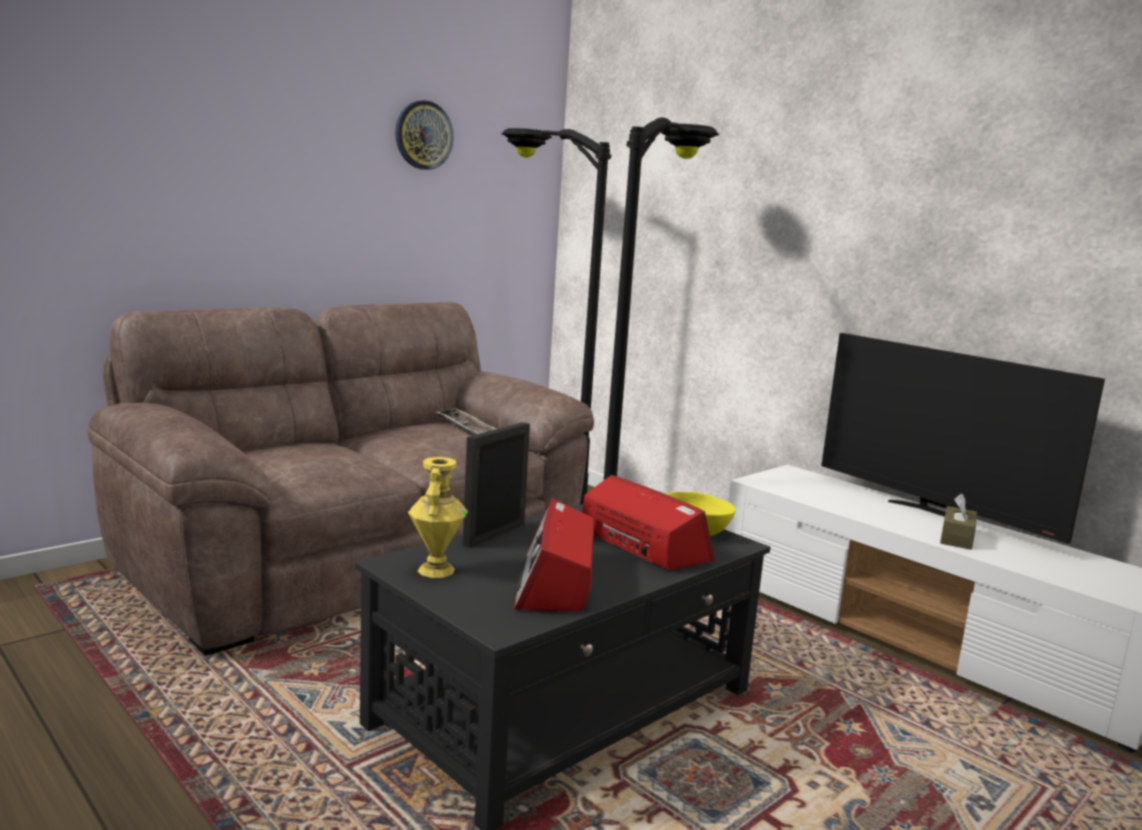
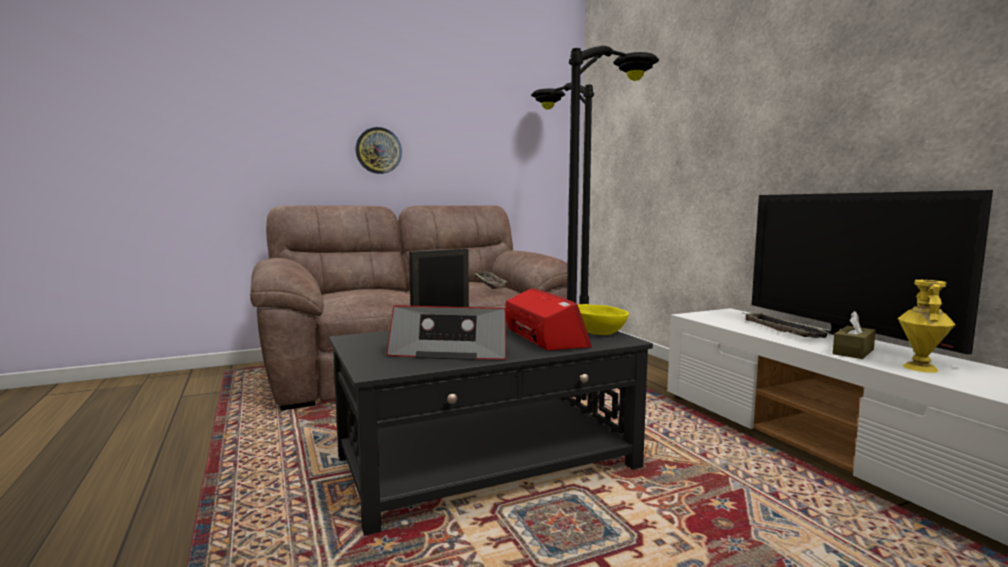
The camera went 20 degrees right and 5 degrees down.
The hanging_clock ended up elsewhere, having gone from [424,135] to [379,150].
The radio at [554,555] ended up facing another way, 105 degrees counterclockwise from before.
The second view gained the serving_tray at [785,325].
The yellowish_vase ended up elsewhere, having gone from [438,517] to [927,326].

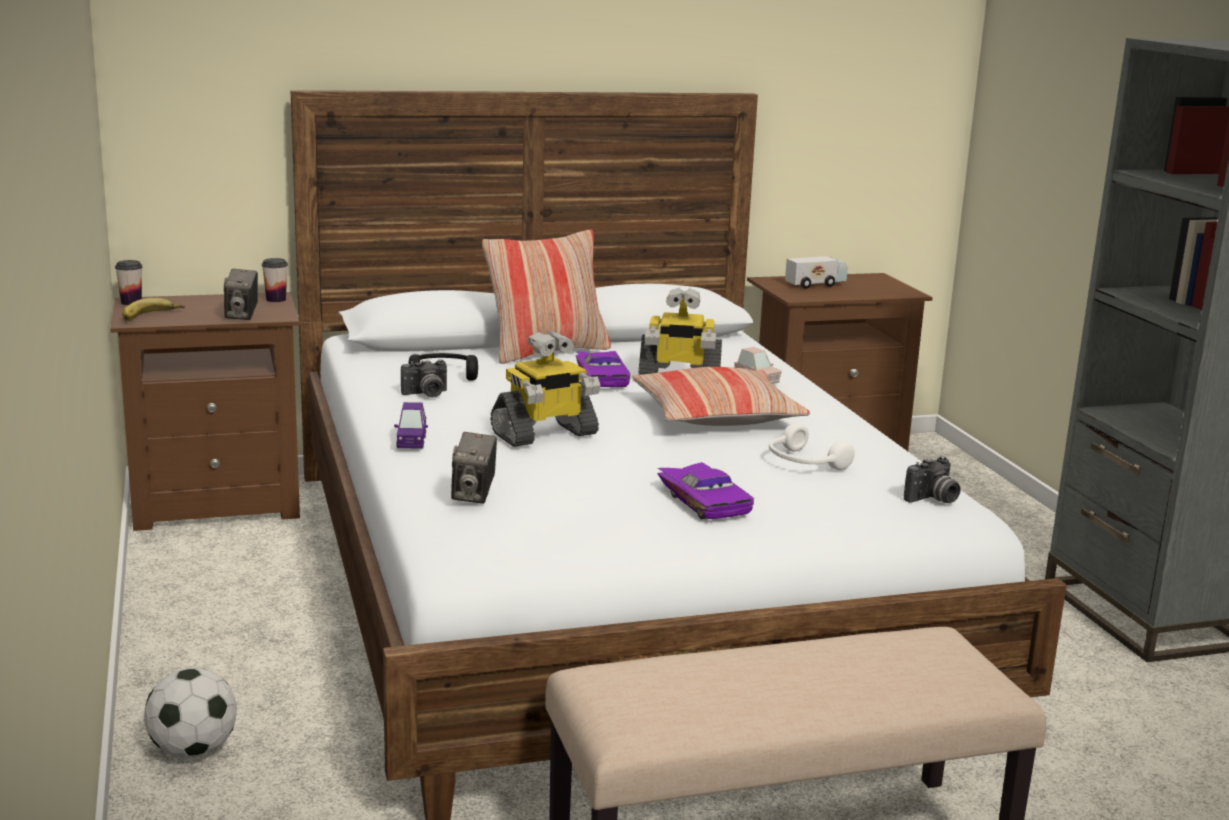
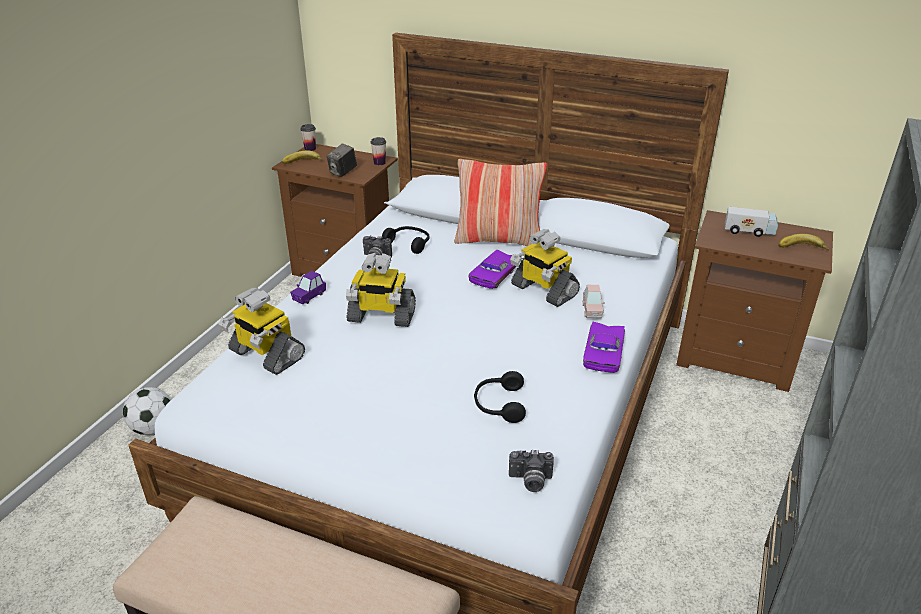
The camera went 40 degrees right and 15 degrees up.
Where the photo_camera stood at [474,468], the model_robot came to stand at [262,331].
What was the white_pair_of_headphones at [812,446] turned into the blackish_pair_of_headphones at [500,397].
The purple_miniature_car ended up elsewhere, having gone from [705,490] to [604,347].
The second view gained the banana_fruit at [803,242].
The second view lost the pillow at [721,396].

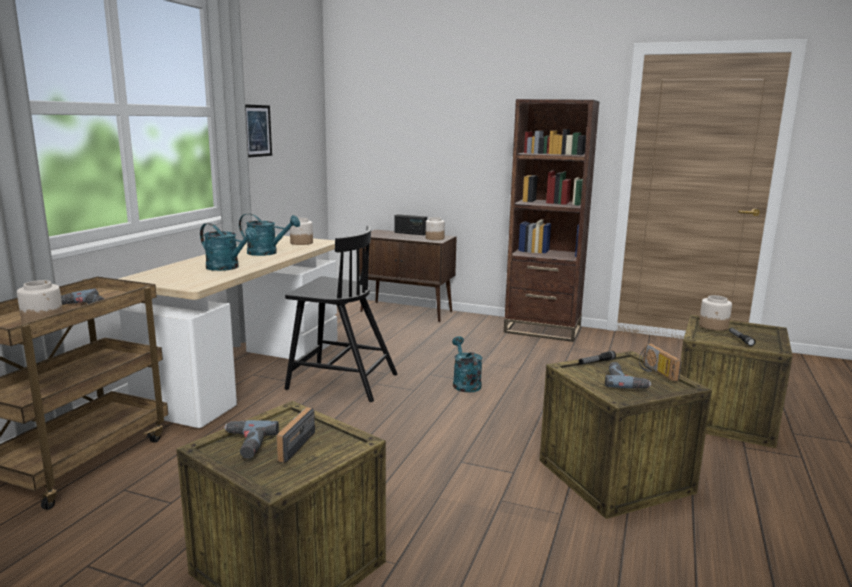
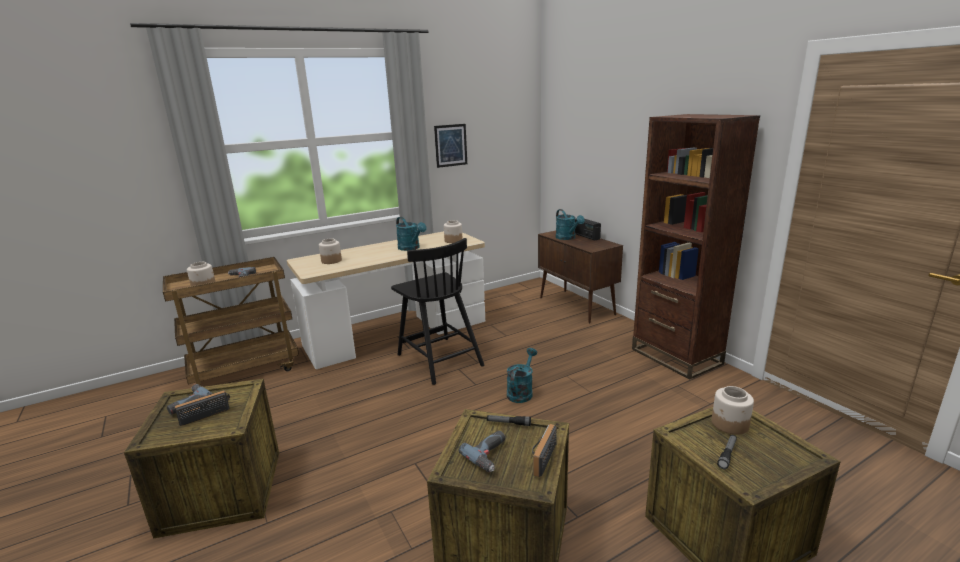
The camera went 40 degrees right and 5 degrees up.
The jar ended up elsewhere, having gone from [435,228] to [330,251].
The turquoise-coloured_watering_pot ended up elsewhere, having gone from [229,247] to [570,224].

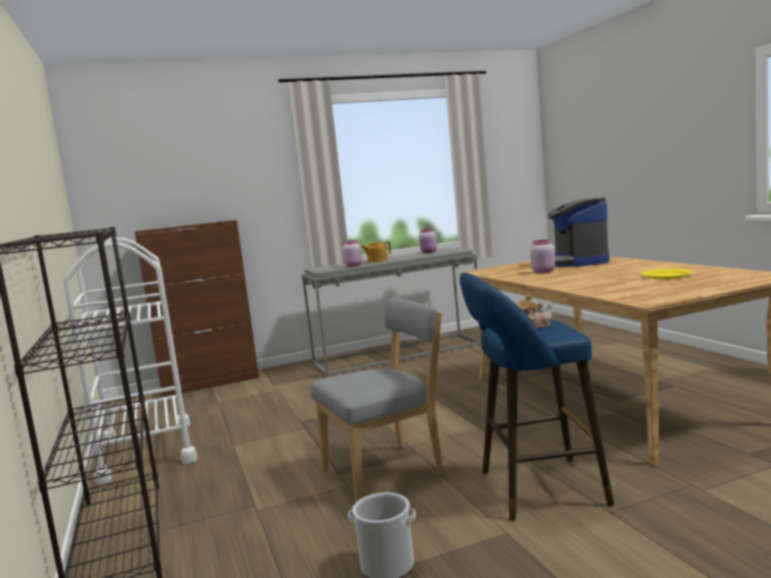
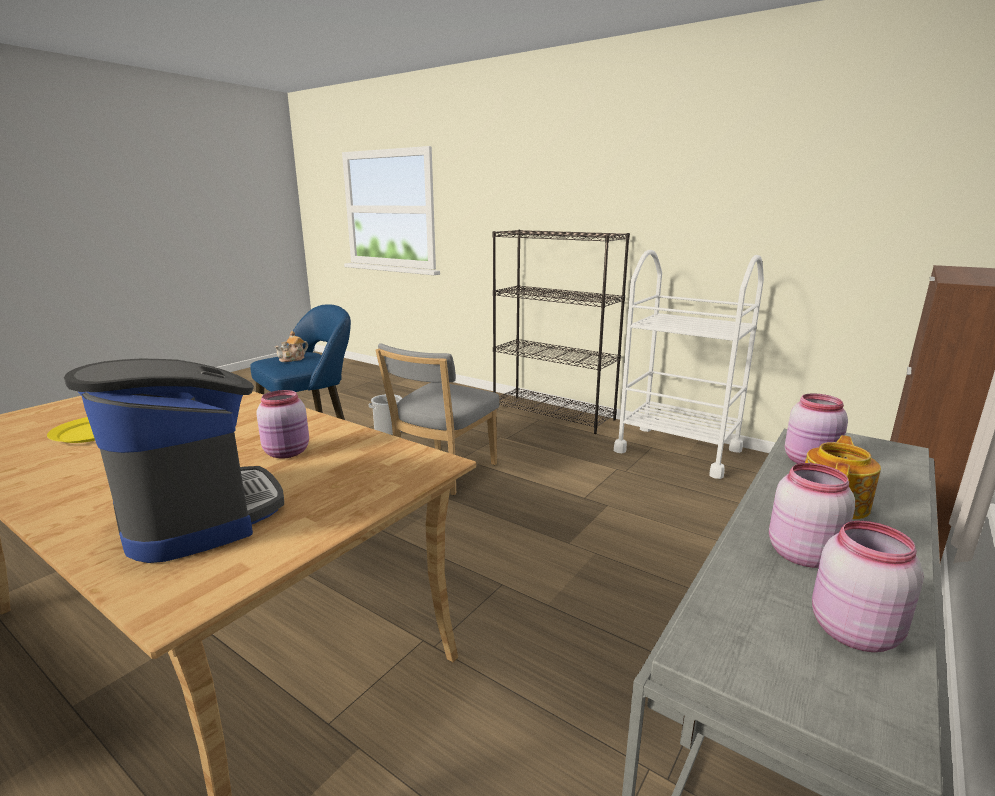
The camera went 145 degrees right and 10 degrees up.
The second view gained the pinkish_jar at [812,515].

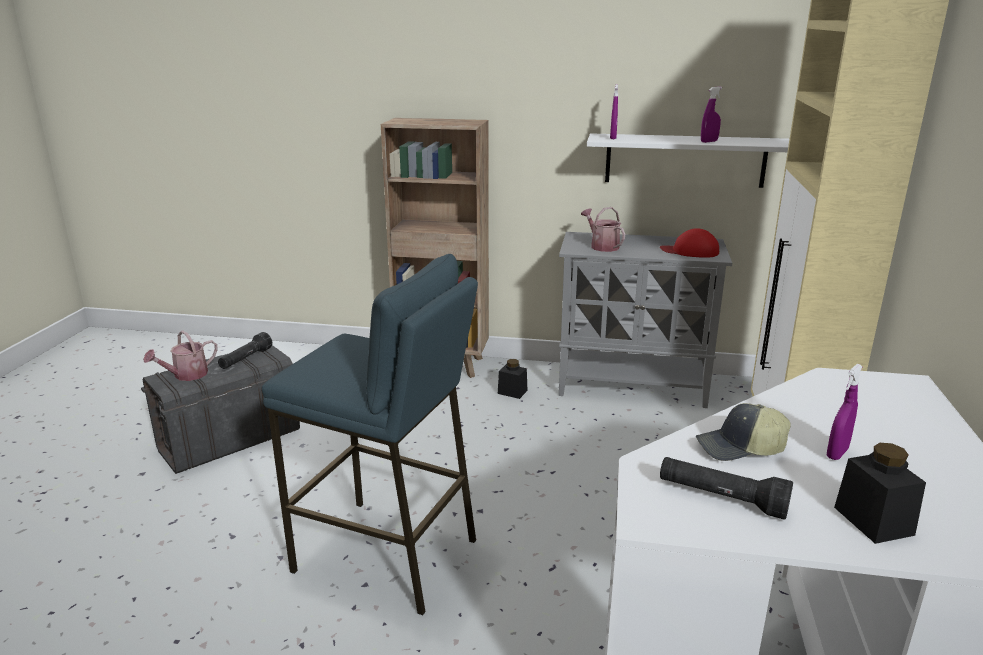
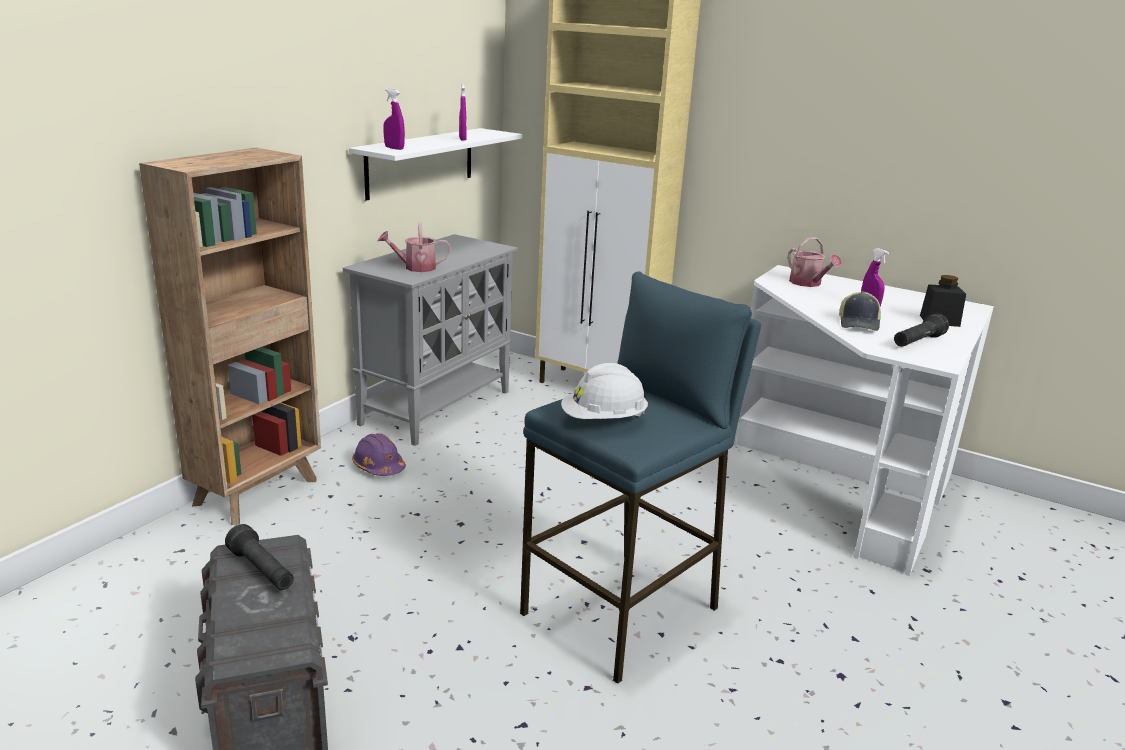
The camera went 70 degrees left and 0 degrees up.
Where the blackish_jar stood at [512,379], the purple_hard_hat came to stand at [379,454].
The second view gained the white_hard_hat at [604,391].
The watering_pot ended up elsewhere, having gone from [180,356] to [815,262].
The second view lost the red-coloured_cap at [689,243].

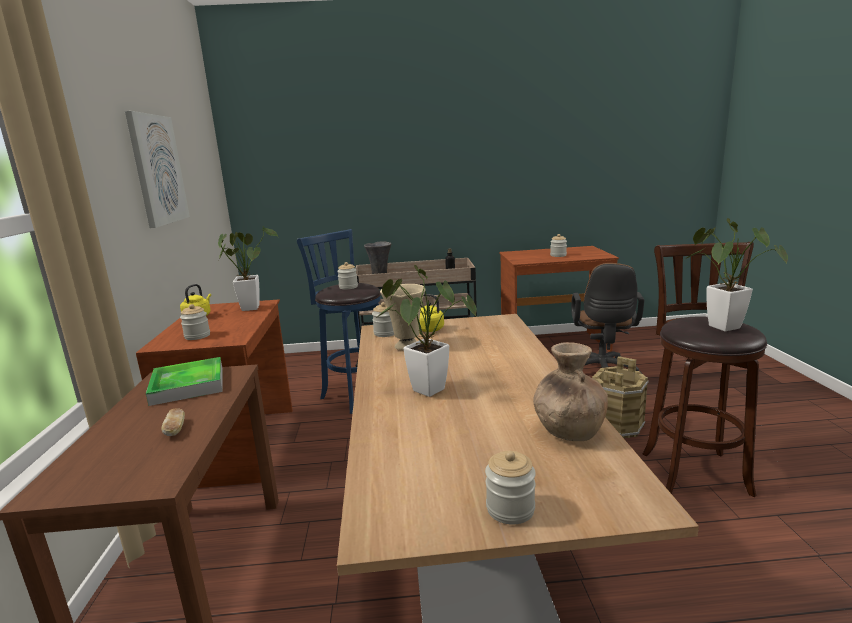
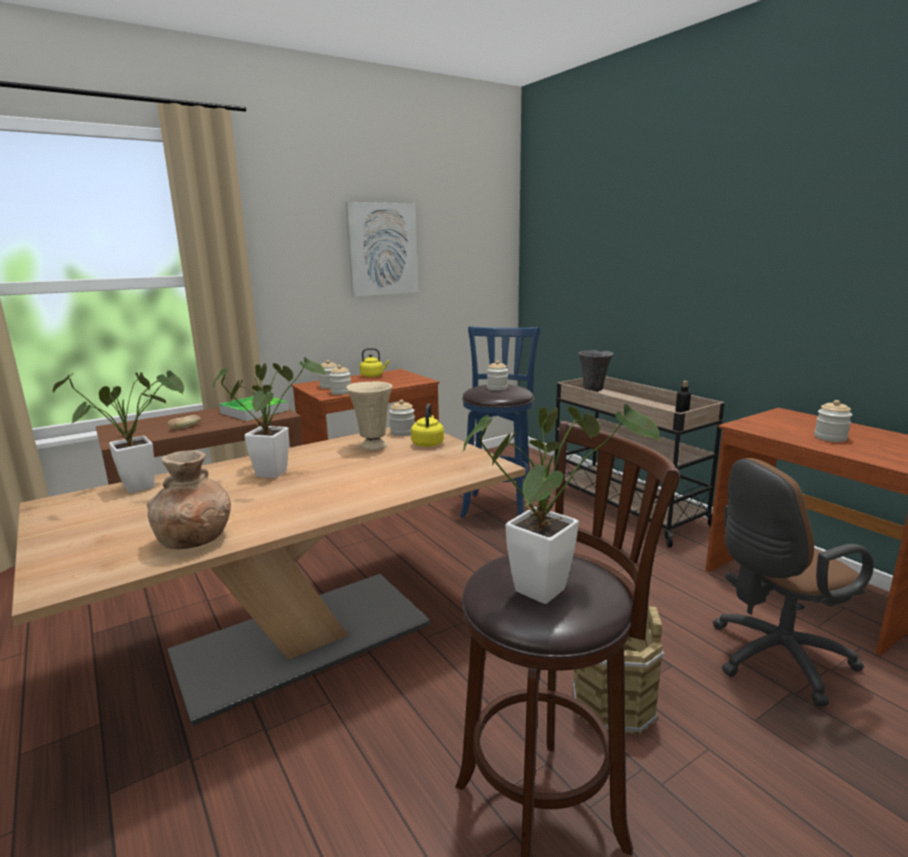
The camera went 60 degrees right and 0 degrees up.
The houseplant ended up elsewhere, having gone from [248,268] to [118,431].
The jar ended up elsewhere, having gone from [510,488] to [340,380].

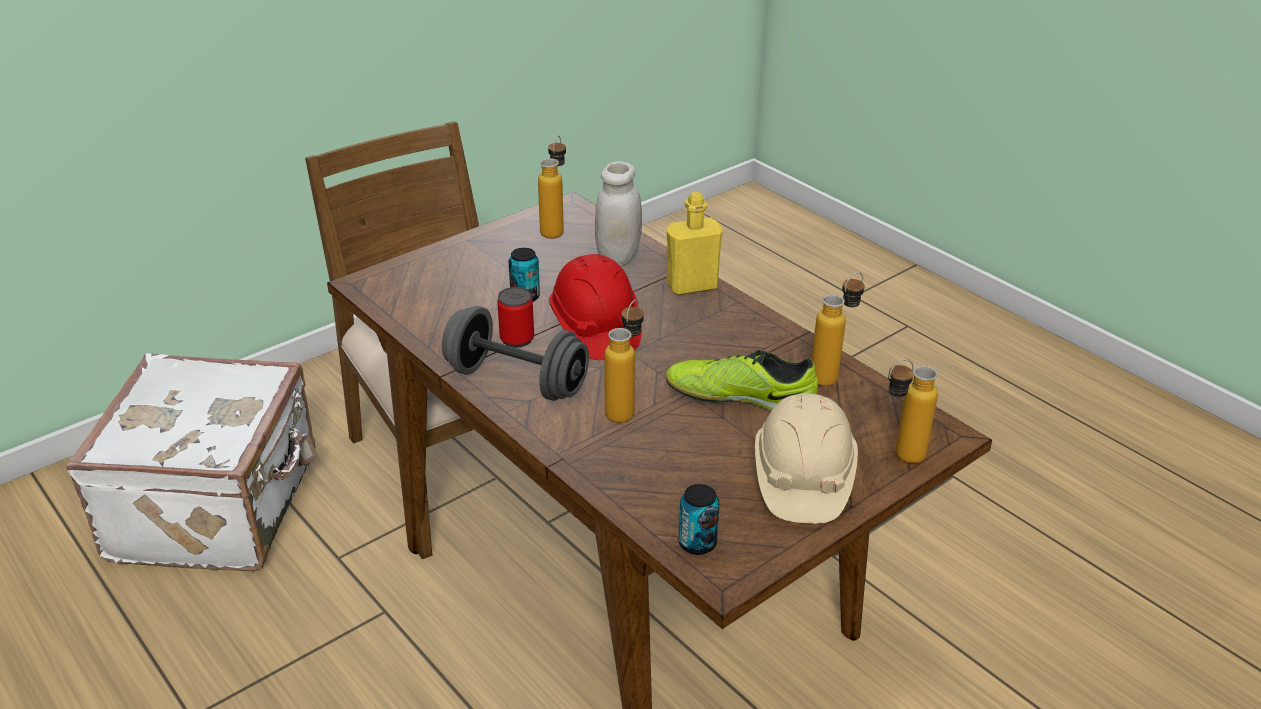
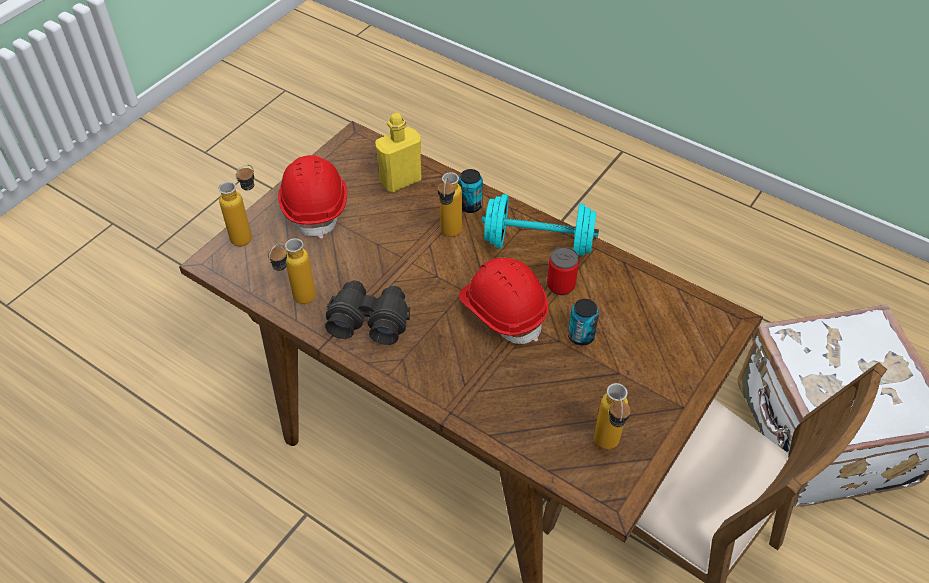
The camera went 165 degrees right and 15 degrees up.
What was the beige-coloured_hard_hat at [806,458] turned into the red-coloured_hard_hat at [312,197].
The second view gained the blackish_binoculars at [367,312].
The yellowish_beverage_bottle ended up elsewhere, having gone from [695,243] to [398,152].
The can ended up elsewhere, having gone from [699,519] to [470,191].
What was the greyish_hand_weight at [515,353] turned into the turquoise-coloured_hand_weight at [540,225].
The second view lost the white_jar at [618,214].
The second view lost the item_of_footwear at [741,380].

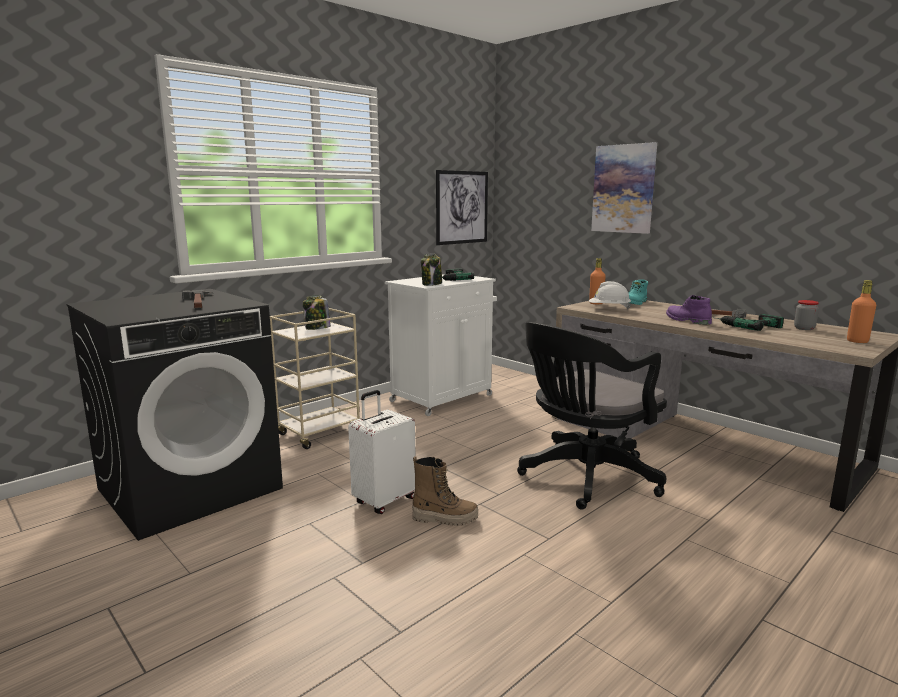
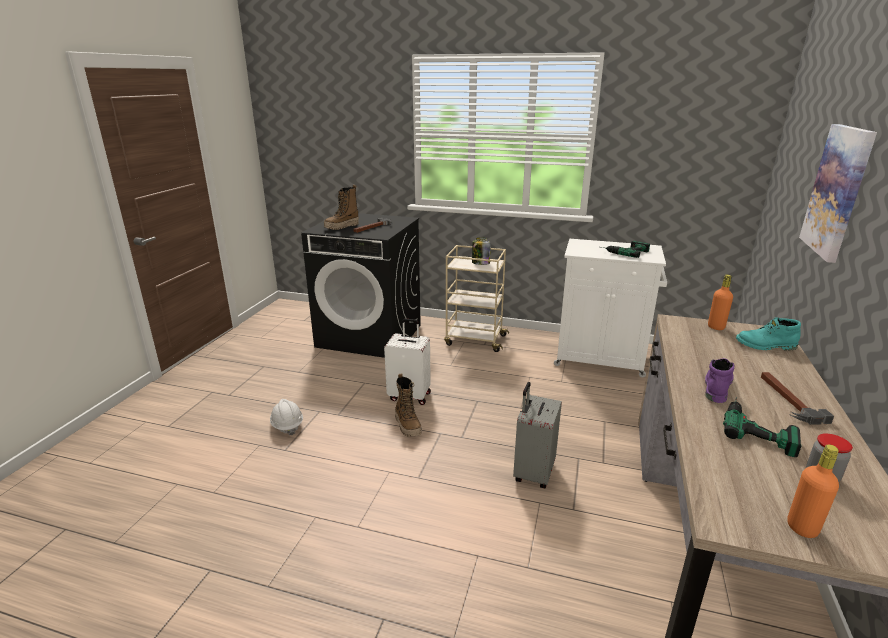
The camera went 60 degrees right and 10 degrees up.
The white_hard_hat ended up elsewhere, having gone from [610,295] to [286,417].
The second view gained the boot at [341,207].
Where the blackish_desk_chair stood at [592,416], the greyish_suitcase came to stand at [537,435].
The second view lost the jar at [431,270].
The second view lost the wall_picture at [462,207].

